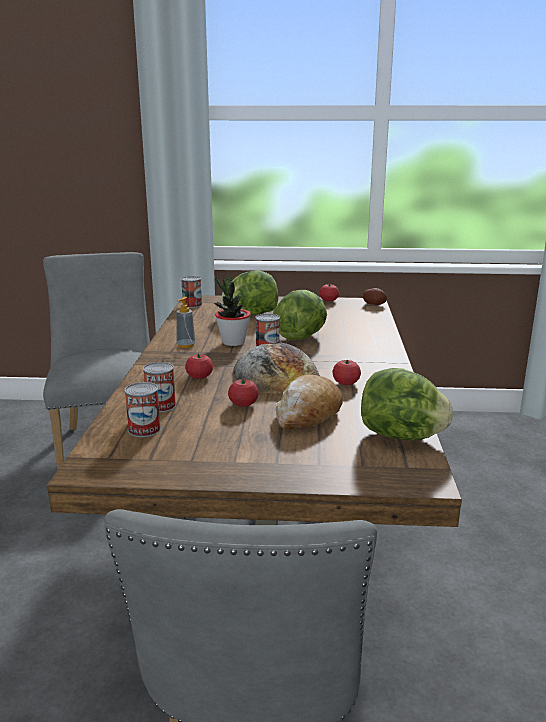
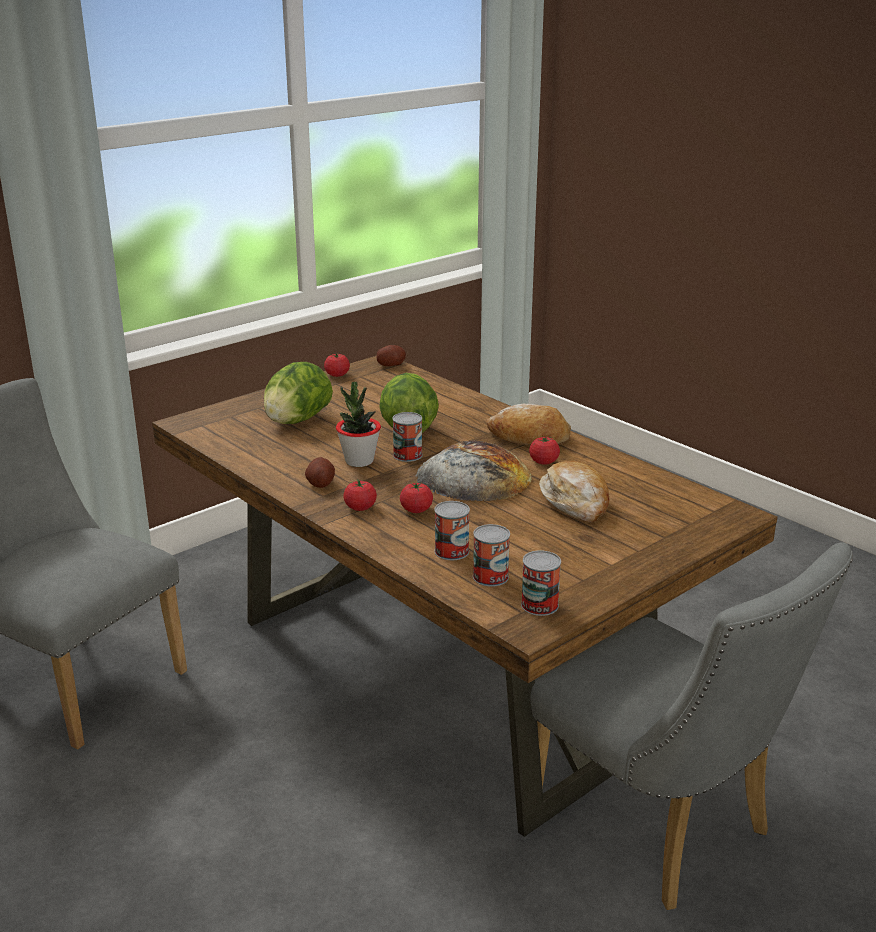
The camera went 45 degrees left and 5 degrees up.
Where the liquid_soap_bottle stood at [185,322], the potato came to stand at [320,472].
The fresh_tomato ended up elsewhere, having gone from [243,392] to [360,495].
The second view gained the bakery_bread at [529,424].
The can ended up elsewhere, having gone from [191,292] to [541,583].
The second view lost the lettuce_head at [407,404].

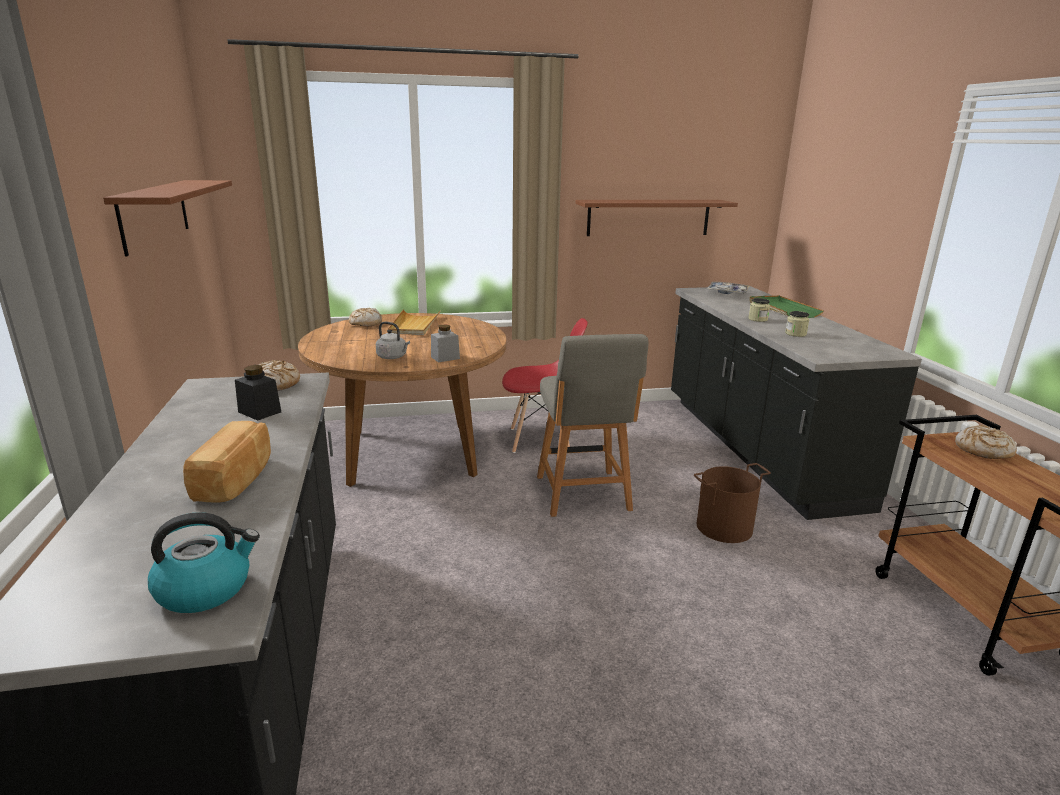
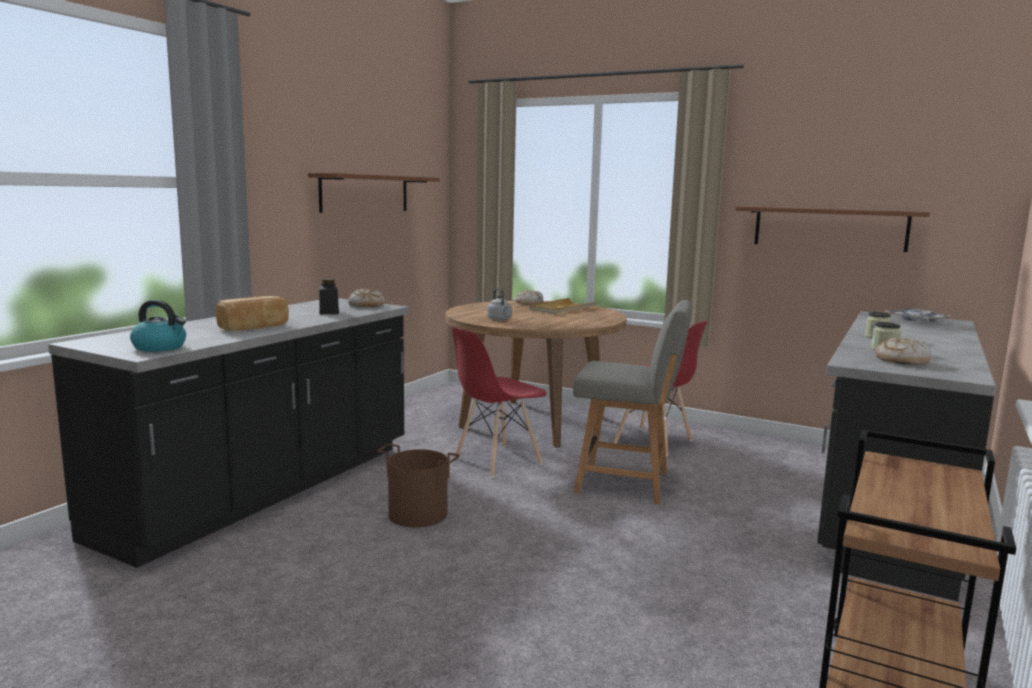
The camera went 40 degrees right and 10 degrees down.
The brown_bucket ended up elsewhere, having gone from [732,503] to [418,486].
The second view gained the red-coloured_upright_chair at [499,402].
The greyish_upright_chair at [592,425] ended up facing another way, 105 degrees counterclockwise from before.
The bakery_bread ended up elsewhere, having gone from [986,442] to [903,351].
The second view lost the greyish_jar at [445,343].
The second view lost the green-coloured_serving_tray at [786,306].

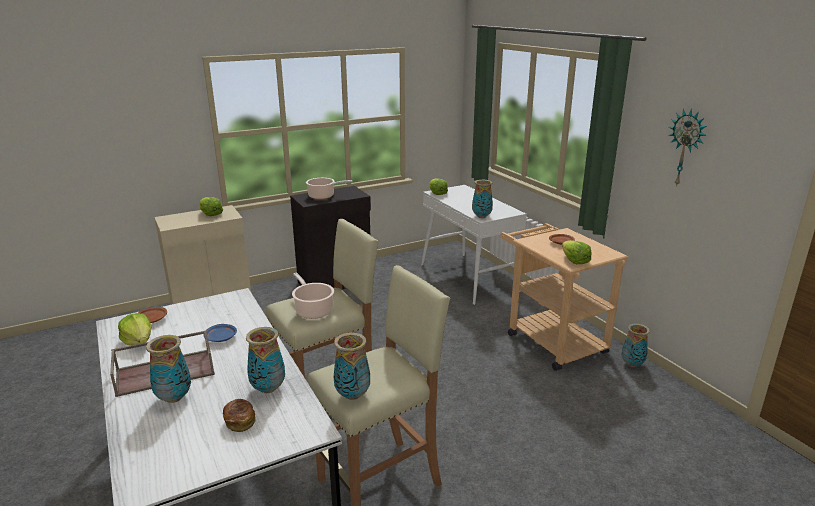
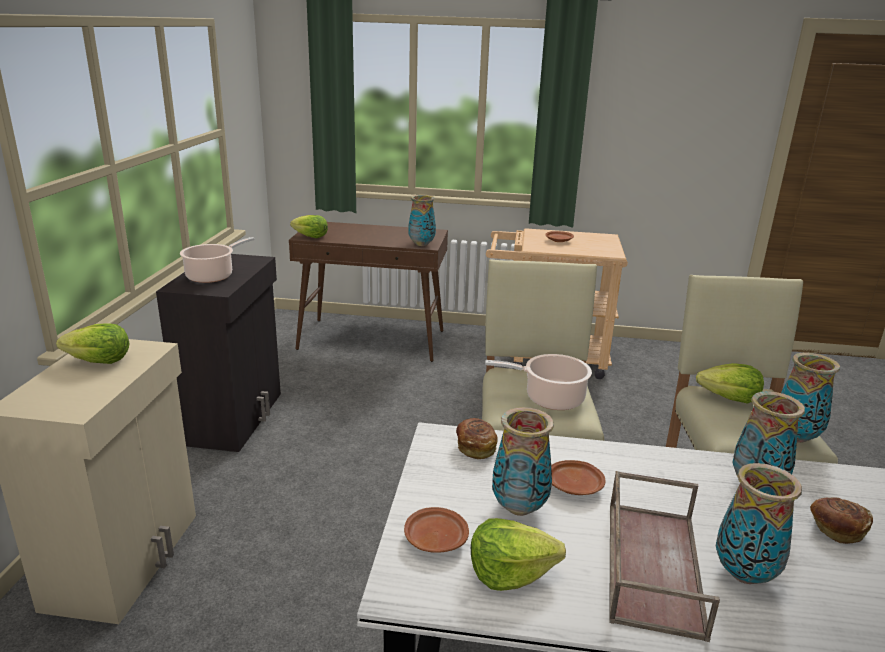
The camera went 55 degrees left and 0 degrees up.
What was the white_narrow_table at [474,245] turned into the brown_narrow_table at [368,292].
The second view gained the bakery_bread at [477,438].
The vase ended up elsewhere, having gone from [635,345] to [523,461].
What was the blue-coloured_plate at [220,333] turned into the brown_plate at [578,477].
The lettuce_head ended up elsewhere, having gone from [577,252] to [730,383].
The second view lost the hanging_clock at [687,147].

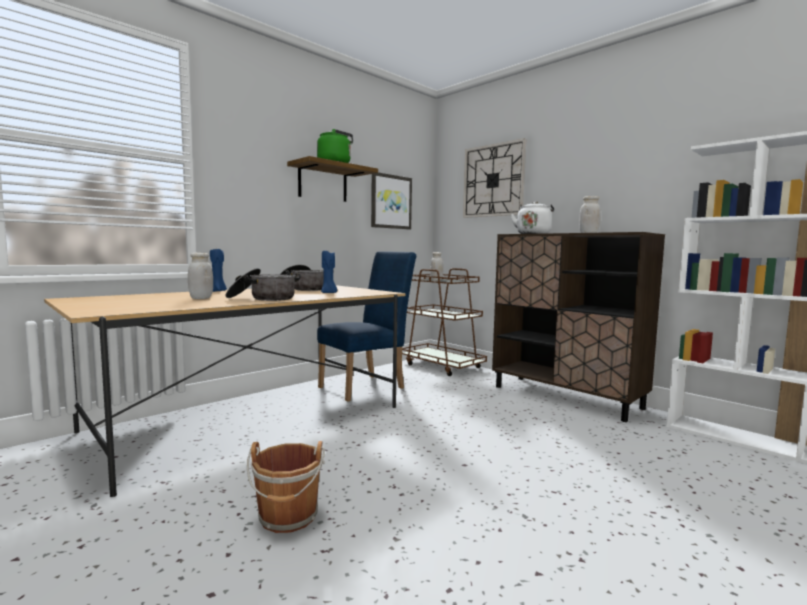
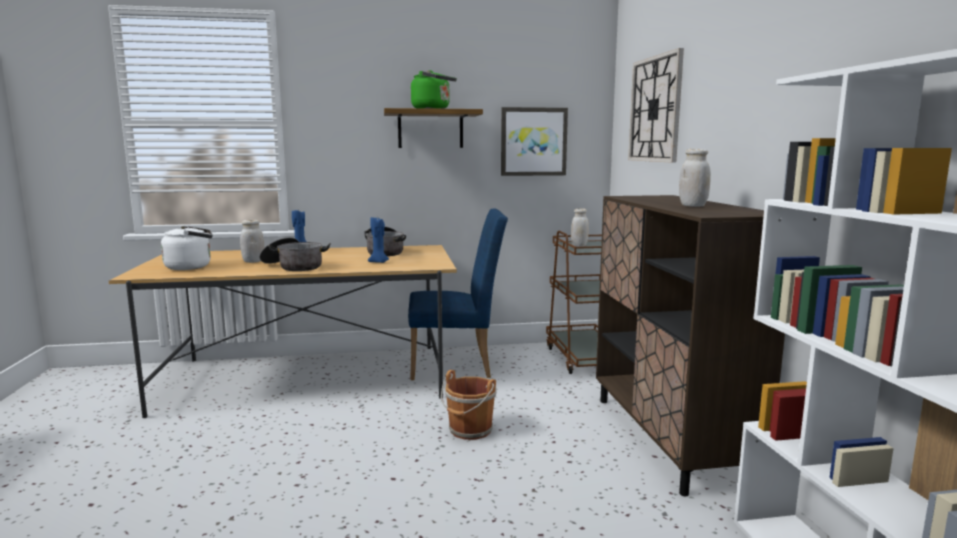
The camera went 35 degrees right and 5 degrees up.
The white_water_kettle ended up elsewhere, having gone from [532,217] to [187,247].
The brown_bucket ended up elsewhere, having gone from [286,487] to [469,405].

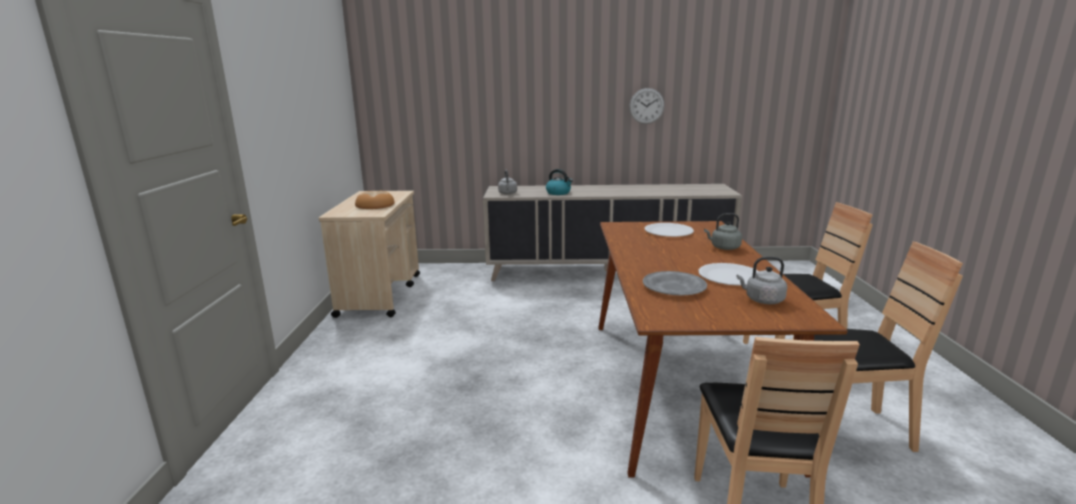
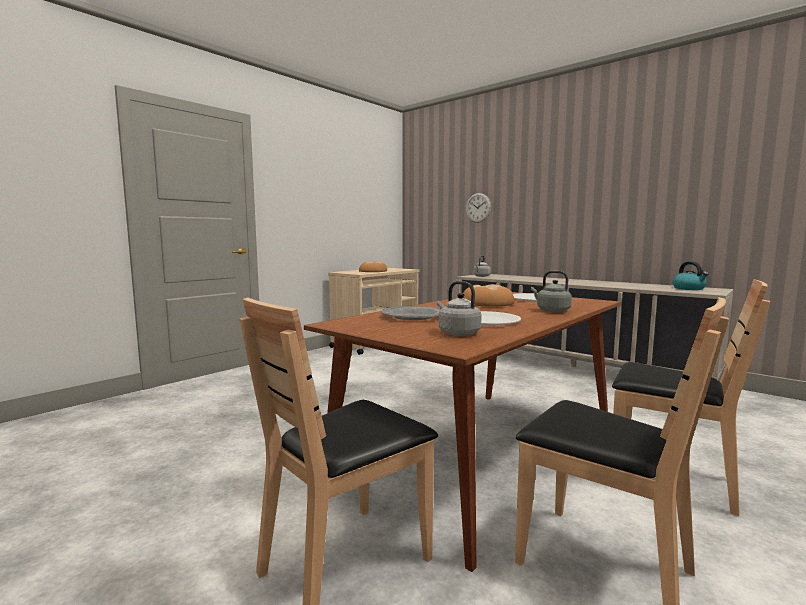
The camera went 40 degrees right and 10 degrees down.
The second view gained the bakery_bread at [489,295].
The hanging_clock ended up elsewhere, having gone from [646,106] to [478,208].
The water_kettle ended up elsewhere, having gone from [559,182] to [690,275].

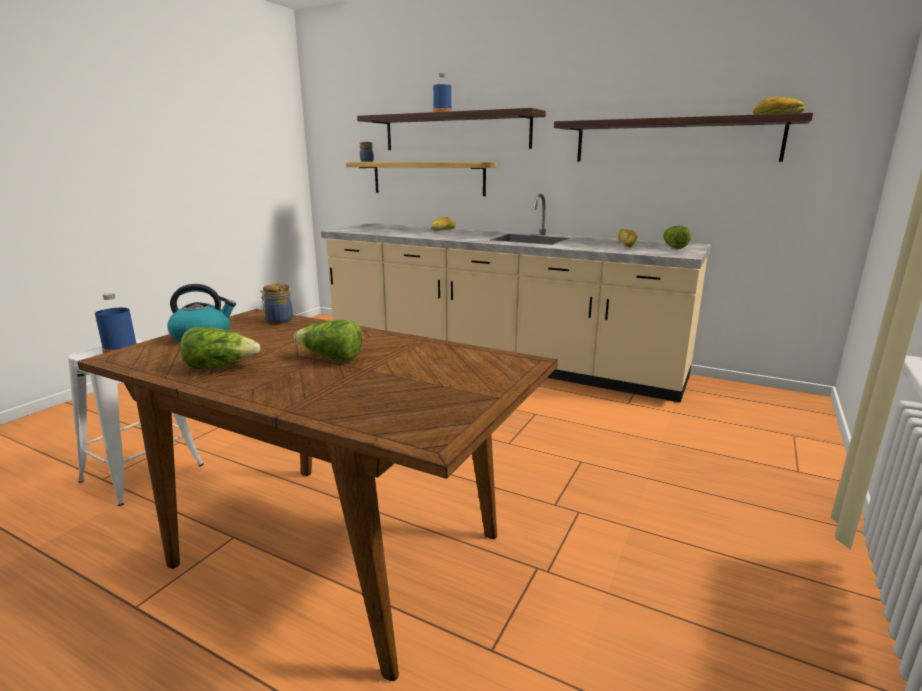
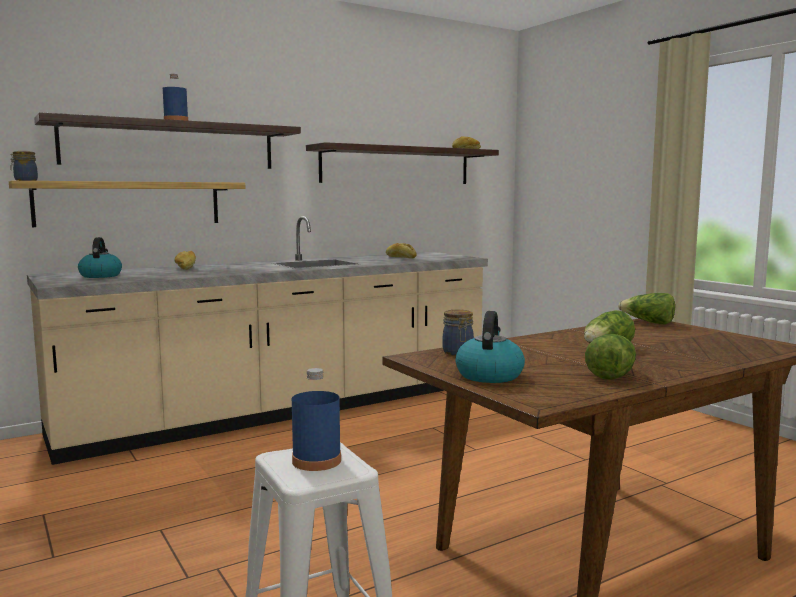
The camera went 60 degrees left and 10 degrees down.
The second view gained the water_kettle at [100,257].
The lettuce_head ended up elsewhere, having gone from [677,237] to [646,309].

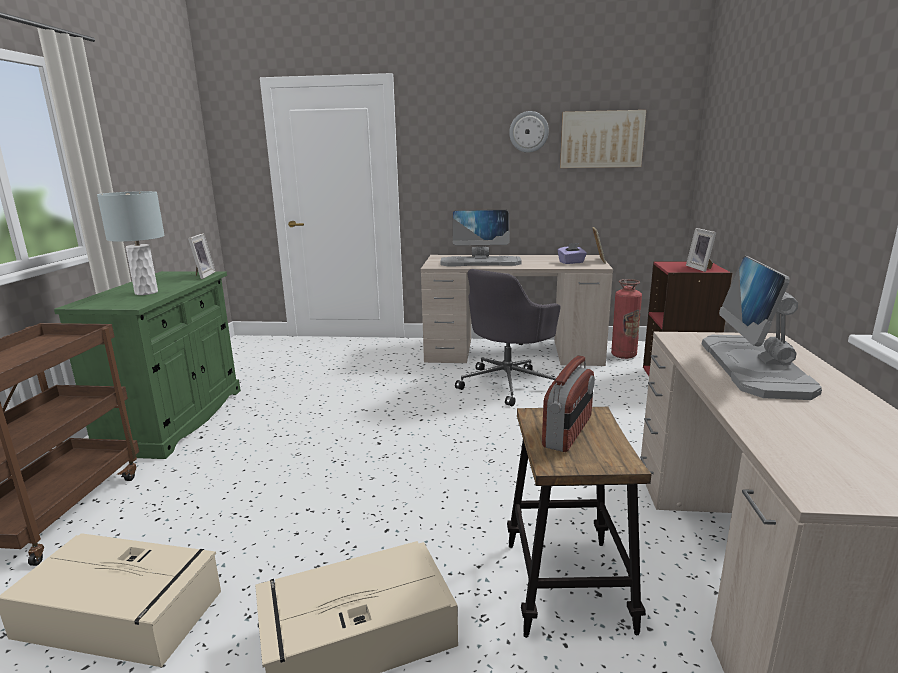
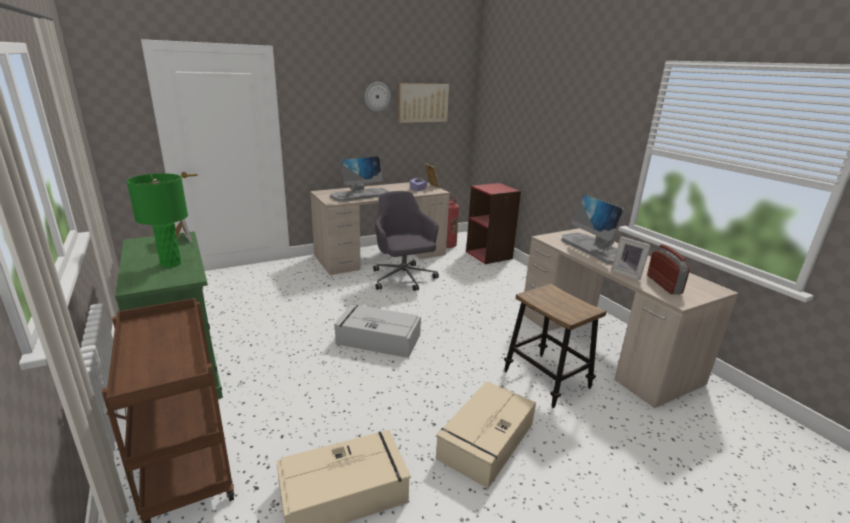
The camera went 35 degrees left and 5 degrees up.
What was the greyish_tabletop_lamp at [131,243] turned into the green-coloured_tabletop_lamp at [157,220].
The second view gained the greyish_storage_bin at [377,331].
The greyish_desk_chair at [507,337] ended up facing another way, 150 degrees clockwise from before.
The picture_frame ended up elsewhere, having gone from [701,250] to [631,258].
The radio ended up elsewhere, having gone from [568,404] to [668,269].

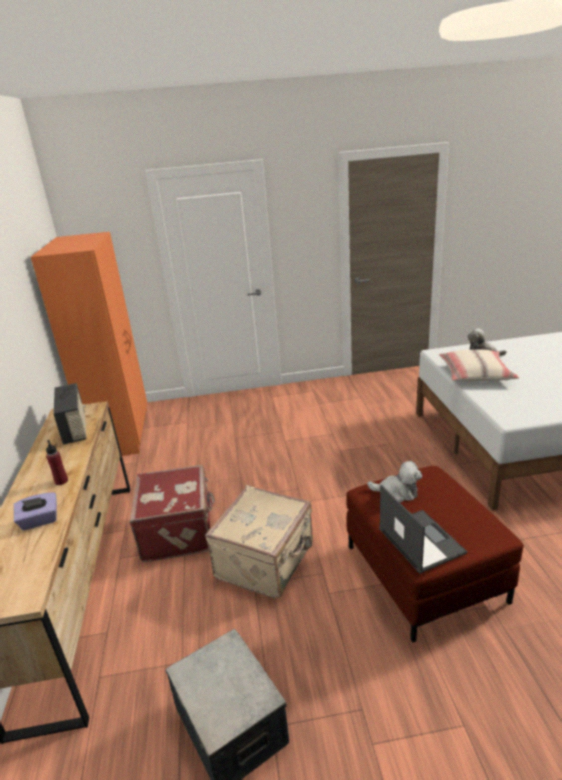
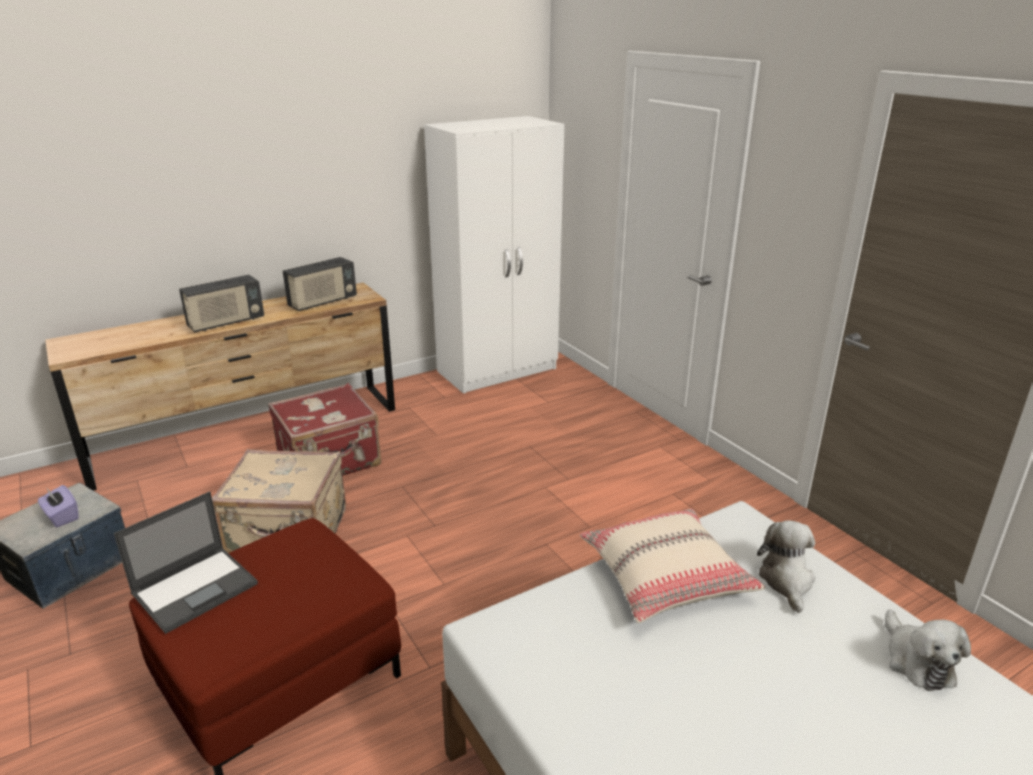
The camera went 65 degrees right and 0 degrees up.
The purple_tissue_box ended up elsewhere, having gone from [35,511] to [58,506].
Where the red-coloured_beverage_bottle stood at [57,462], the radio came to stand at [221,304].
What was the orangey_wardrobe at [89,344] turned into the white_wardrobe at [494,255].
The cuddly_toy ended up elsewhere, having gone from [394,482] to [928,650].

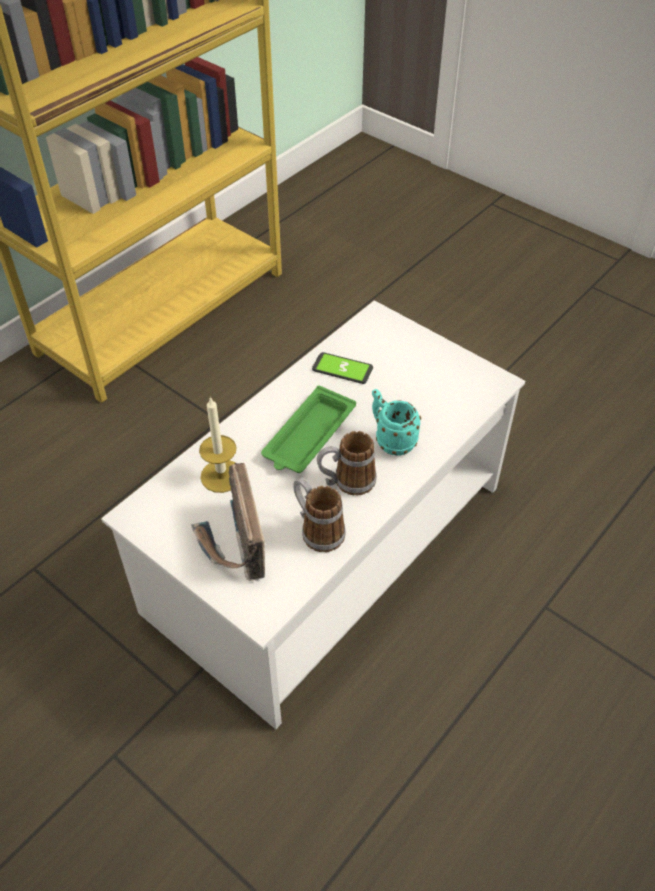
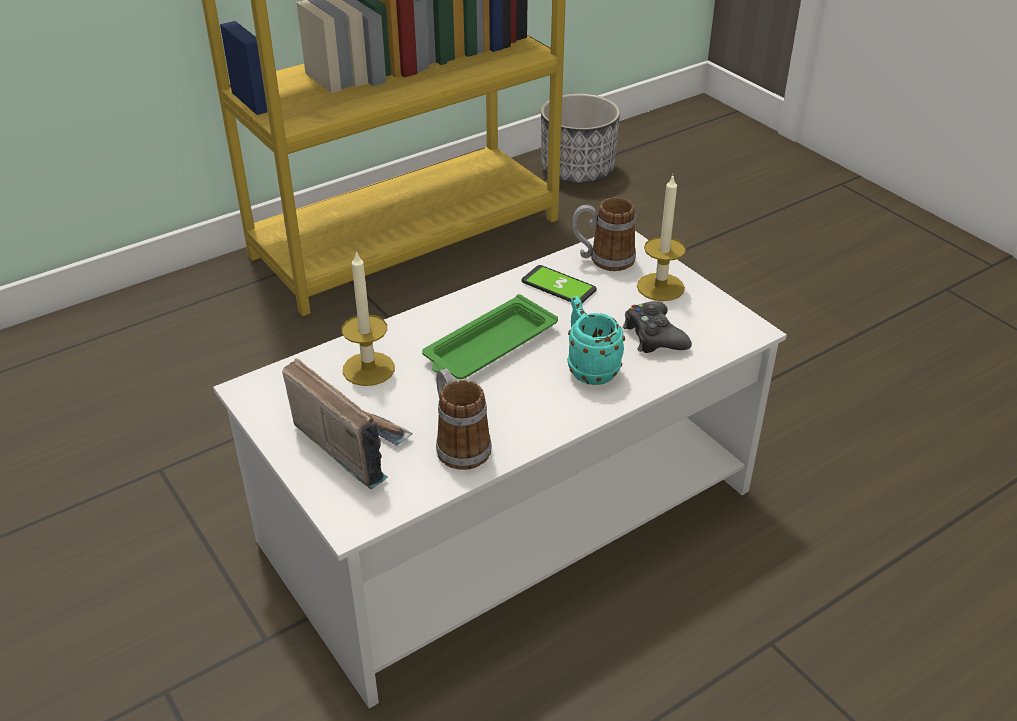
The camera went 15 degrees right and 10 degrees down.
The radio at [228,522] ended up facing another way, 135 degrees clockwise from before.
The second view gained the planter at [580,138].
The coffee_mug ended up elsewhere, having gone from [347,463] to [604,234].
The second view gained the blackish_gamepad at [657,327].
The second view gained the wax_candle at [661,238].

